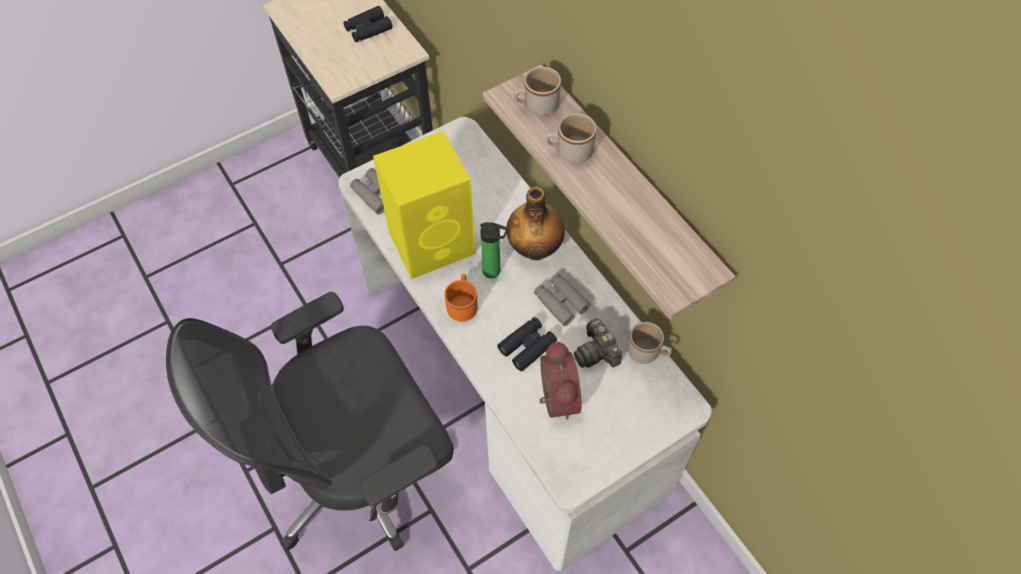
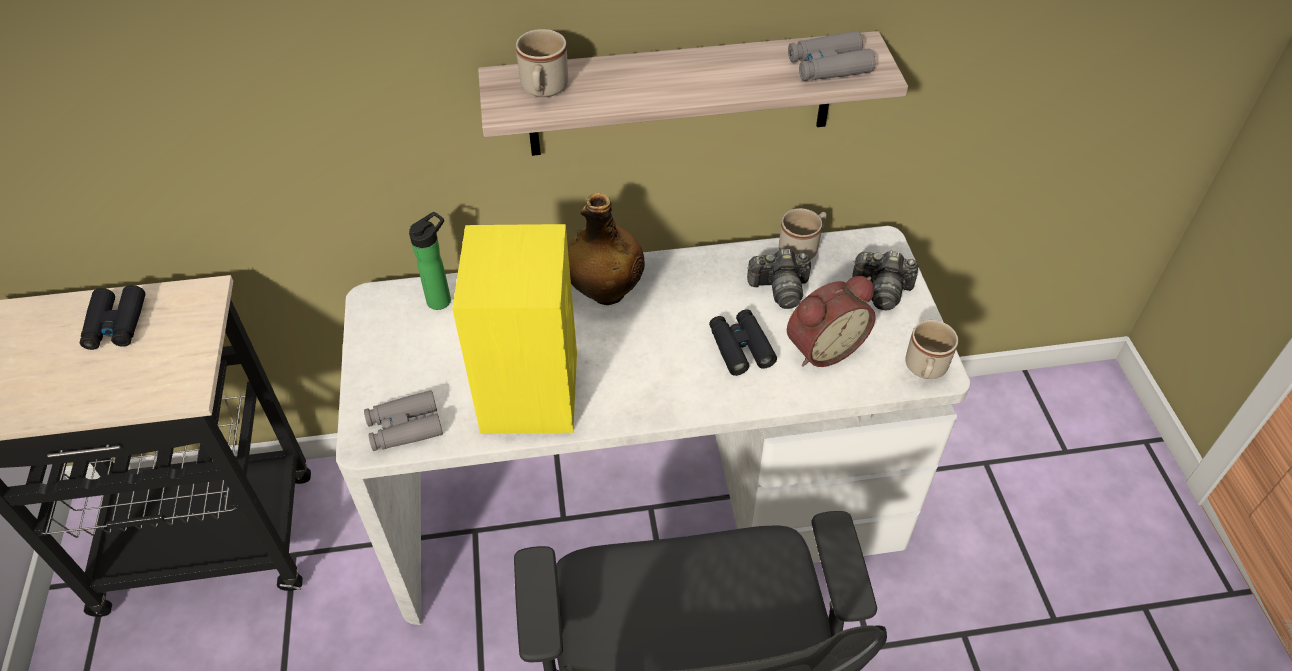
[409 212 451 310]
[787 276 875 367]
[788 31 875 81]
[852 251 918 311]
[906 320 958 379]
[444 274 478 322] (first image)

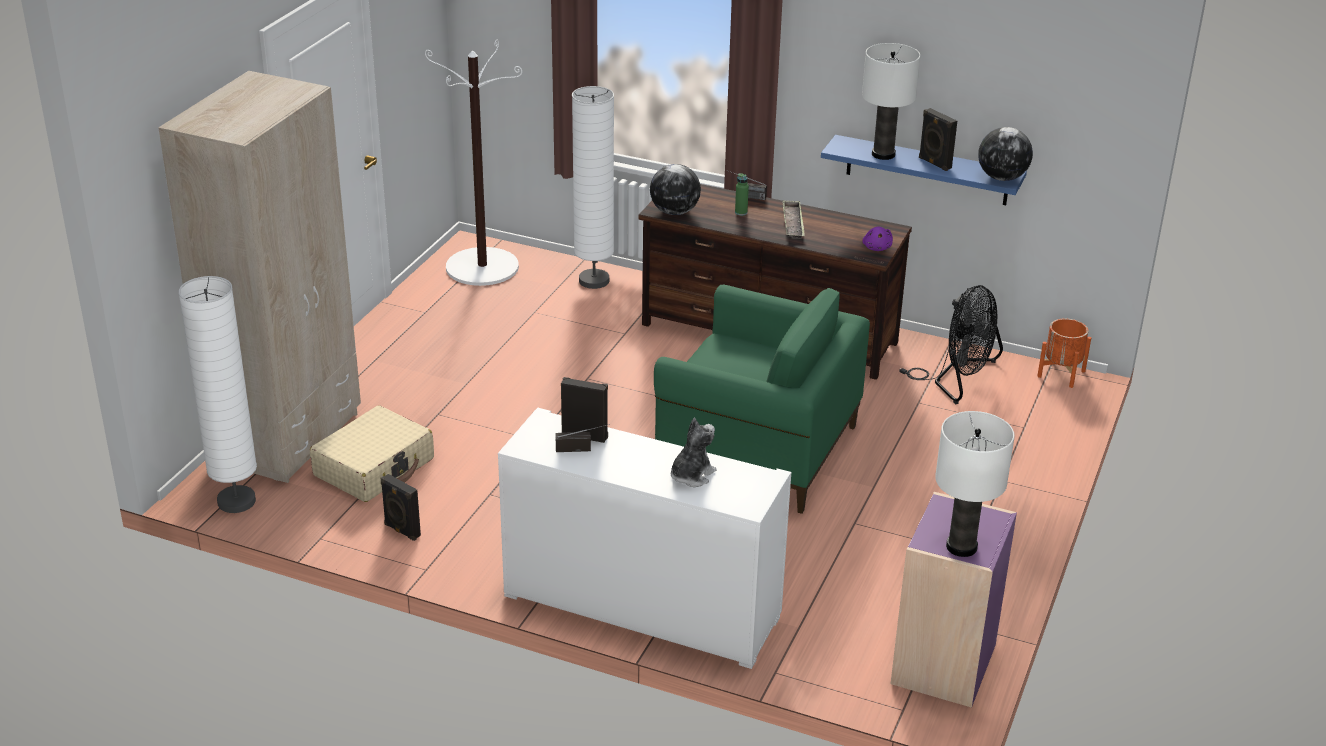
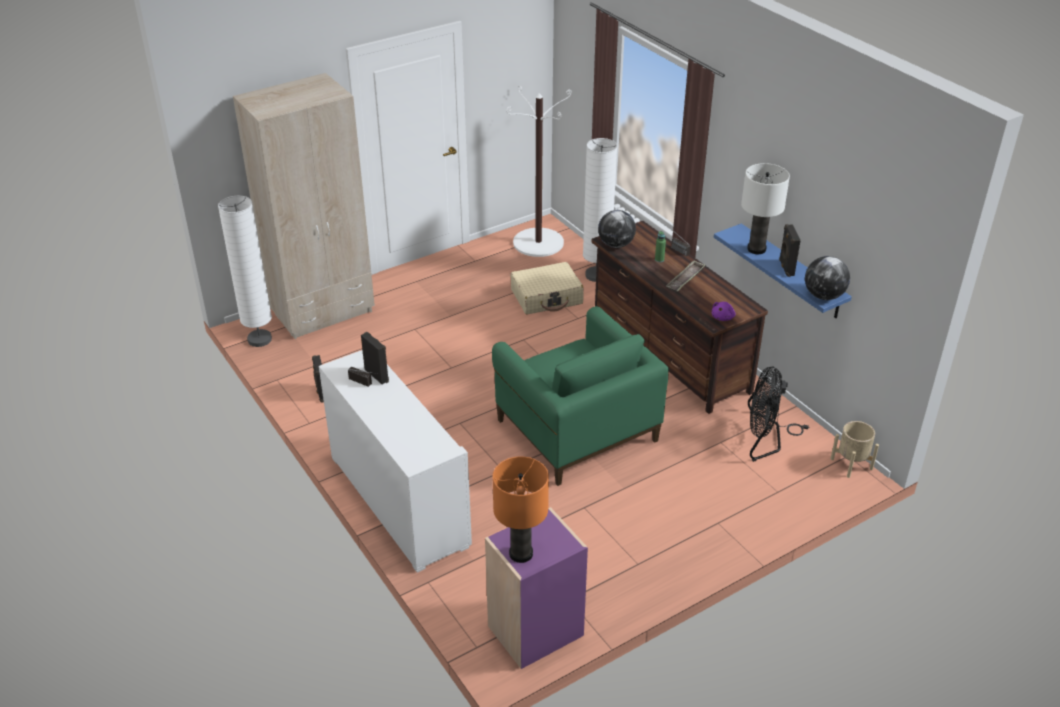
[492 456 549 563]
[510 262 584 314]
[748 366 810 462]
[830 421 879 478]
[671 418 717 487] (first image)

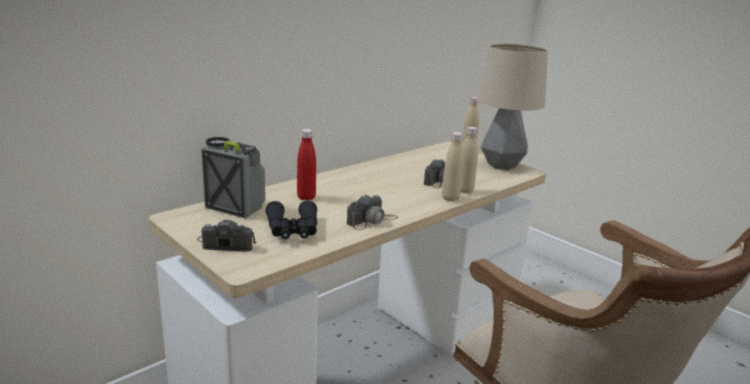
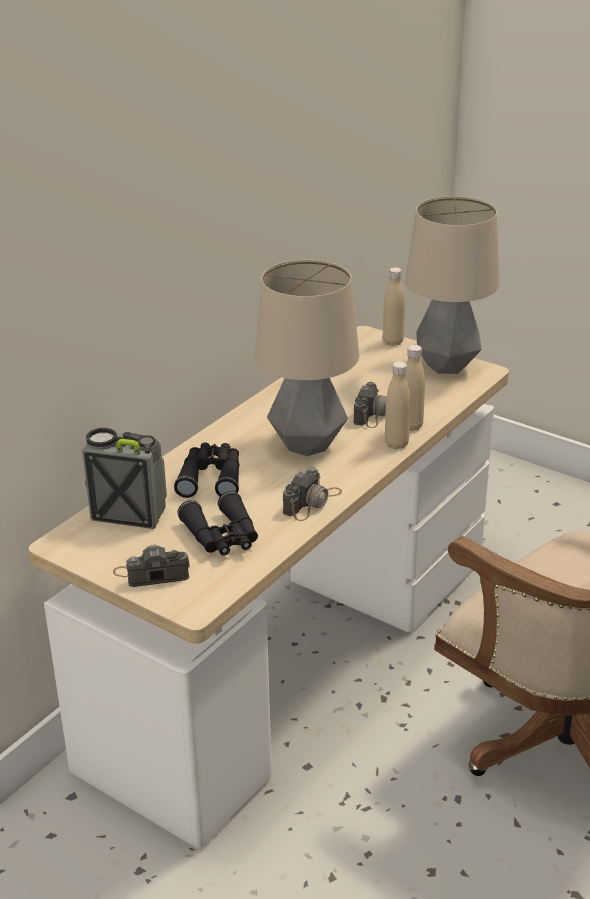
[174 442 239 498]
[255 260 359 456]

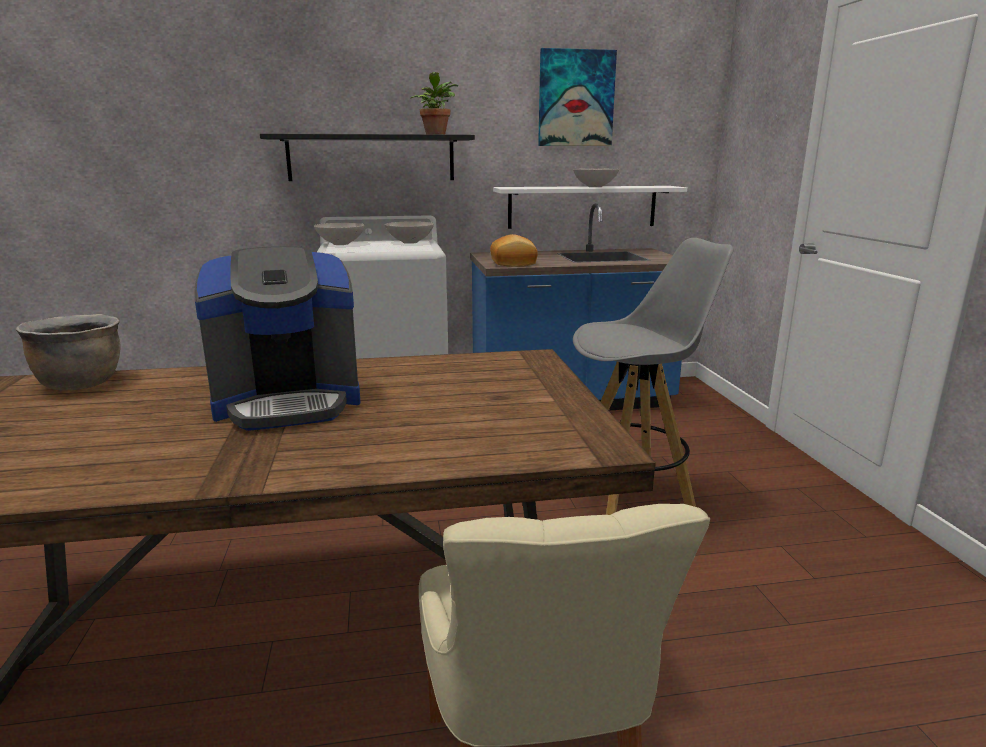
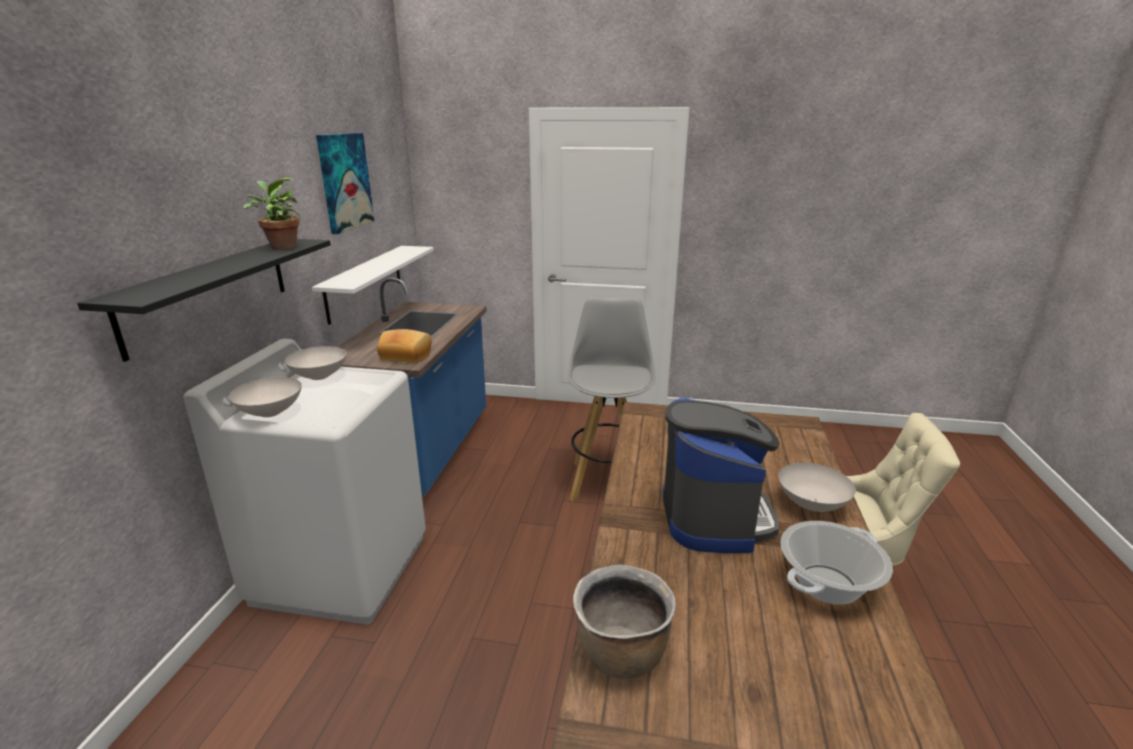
[778 463 856 512]
[780 521 893 605]

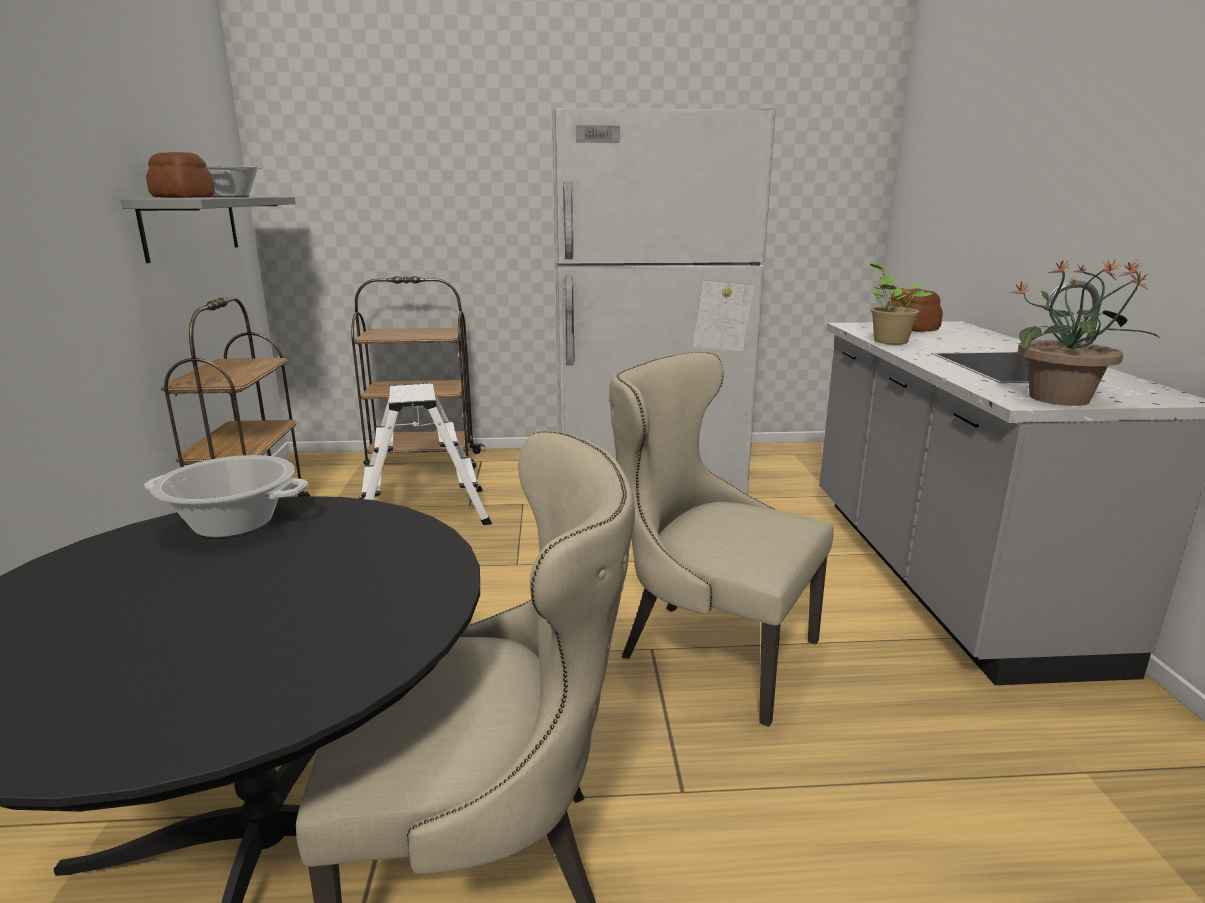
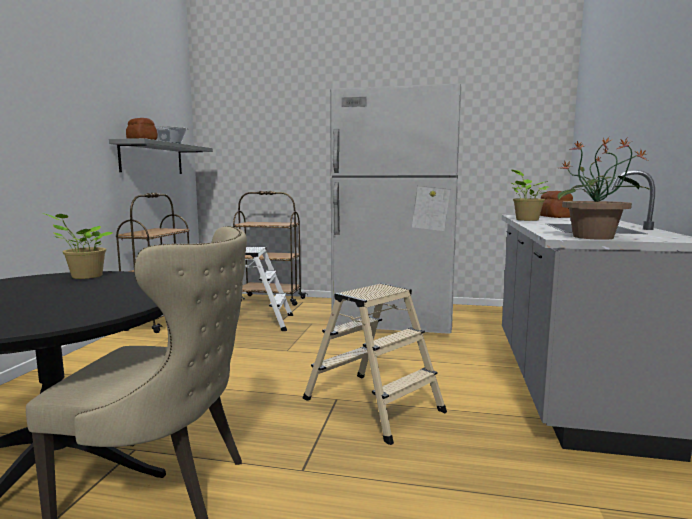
[43 213 113 279]
[303 283 447 445]

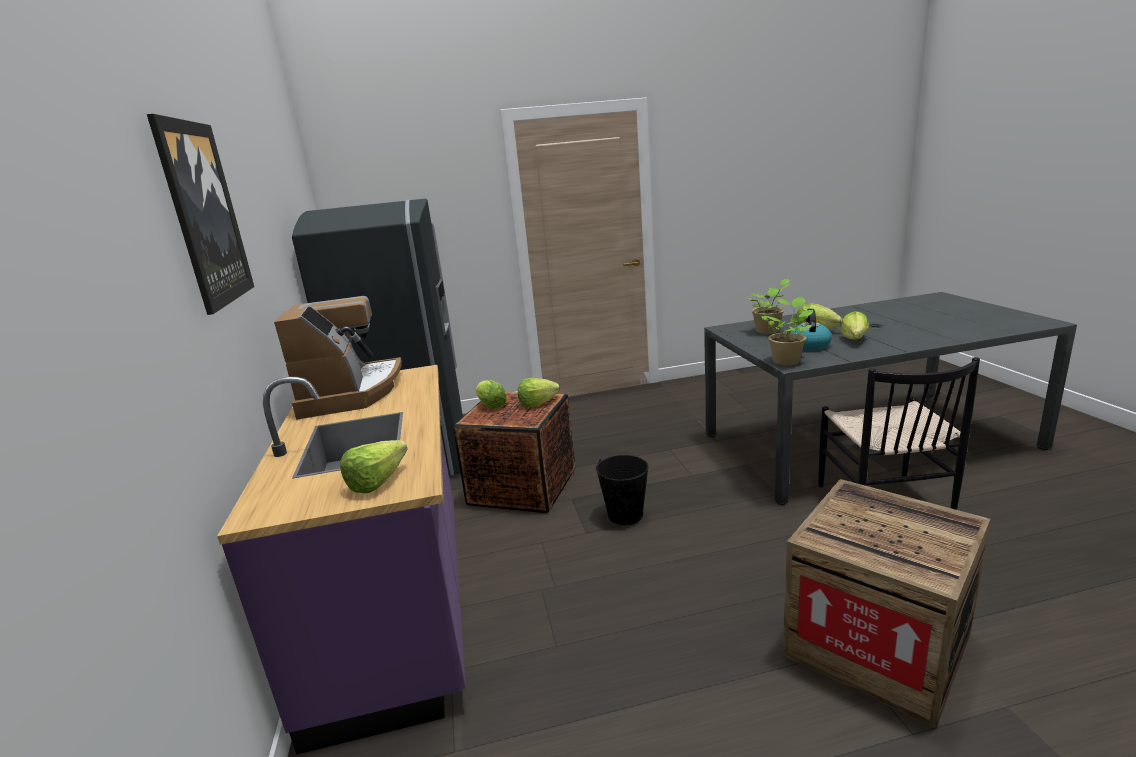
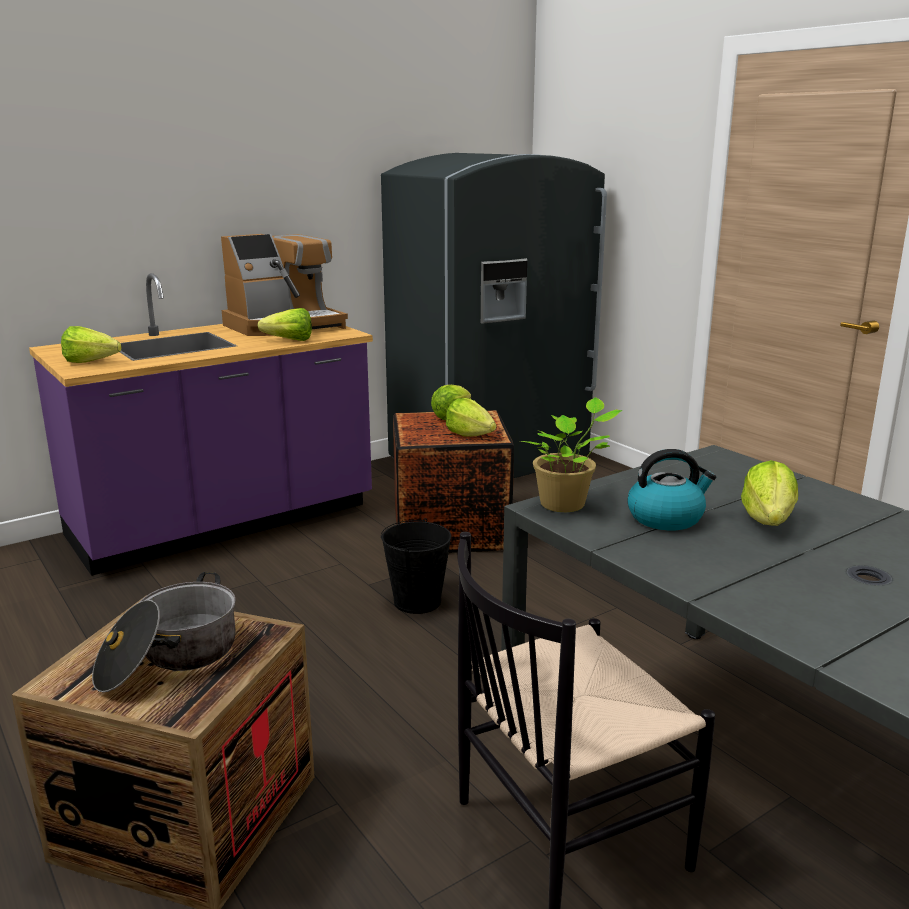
[92 572 236 693]
[258 308 312 341]
[147 114 254 315] (first image)
[748 278 792 334] (first image)

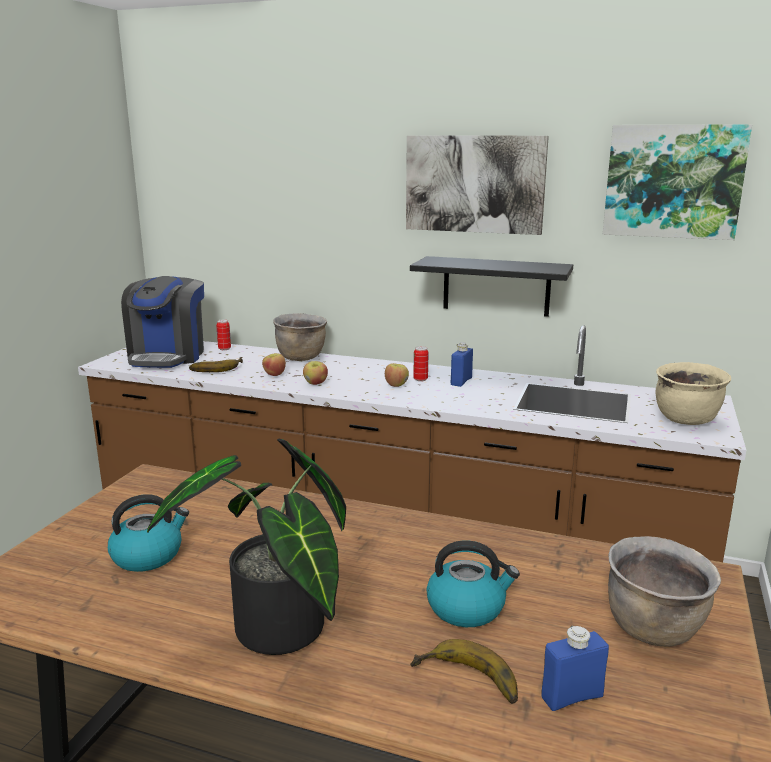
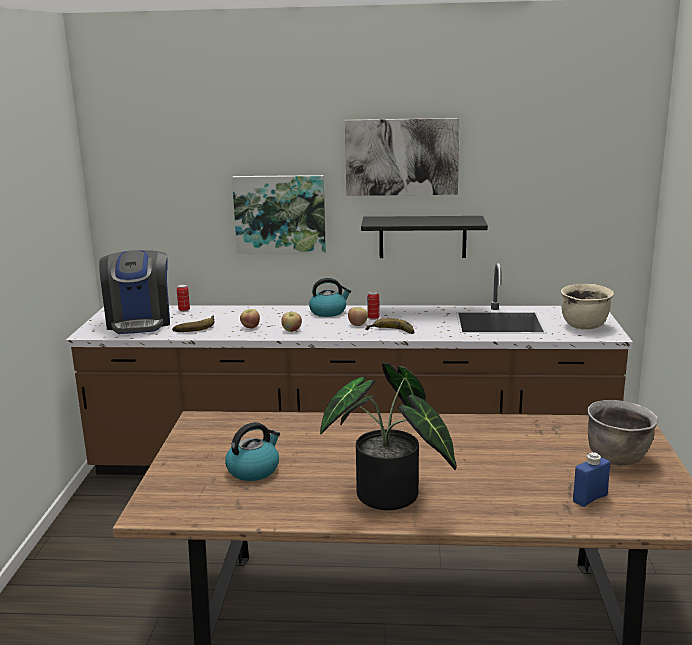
[232 175 326 253]
[309 278 351 317]
[365 318 414 334]
[273 313 327 361] (first image)
[451 342 473 387] (first image)

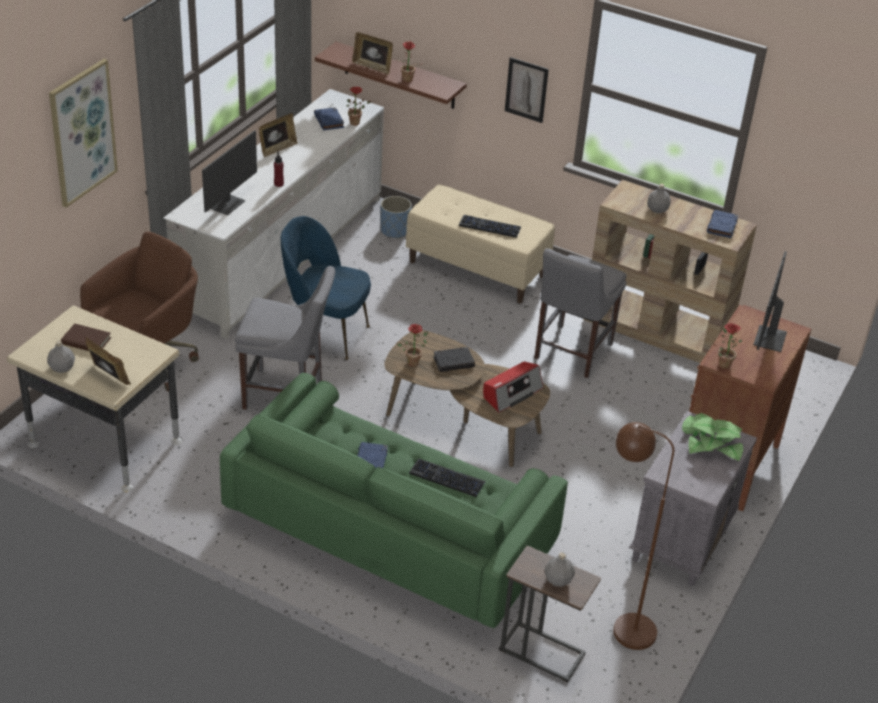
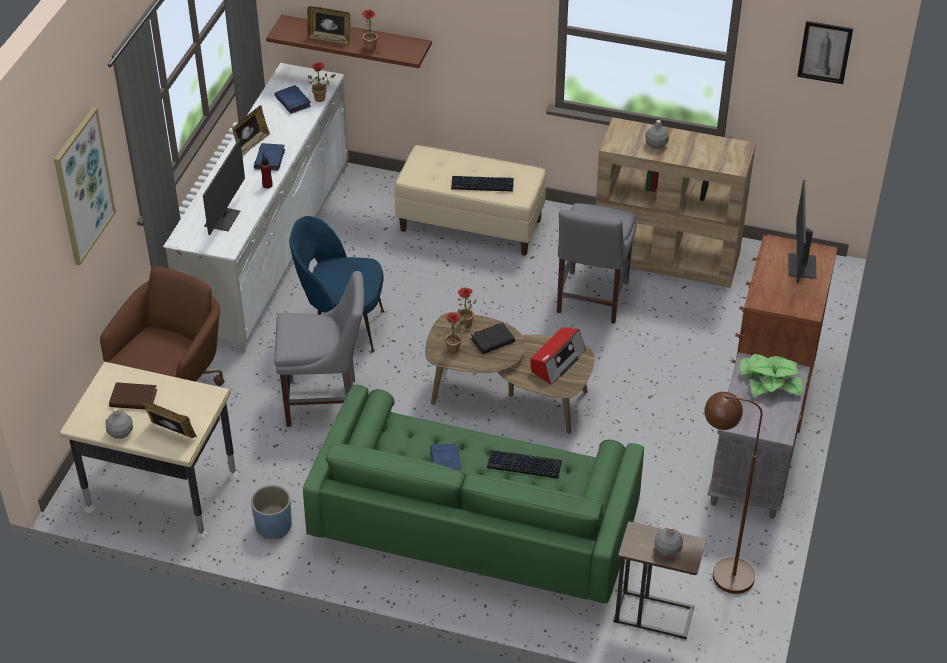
[251 485 292 539]
[254 143 285 171]
[457 287 477 328]
[797 21 853 84]

